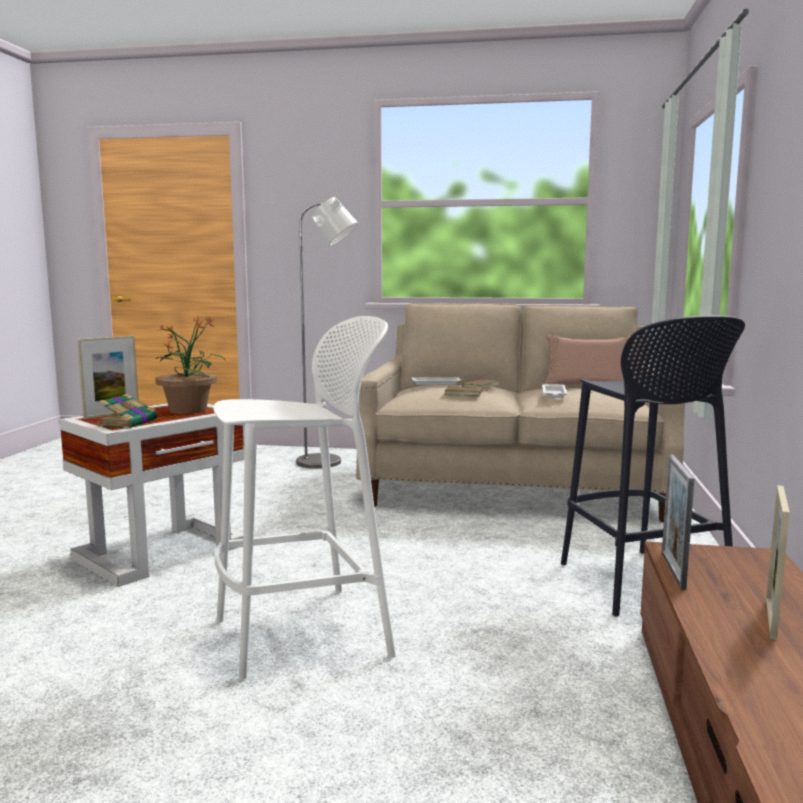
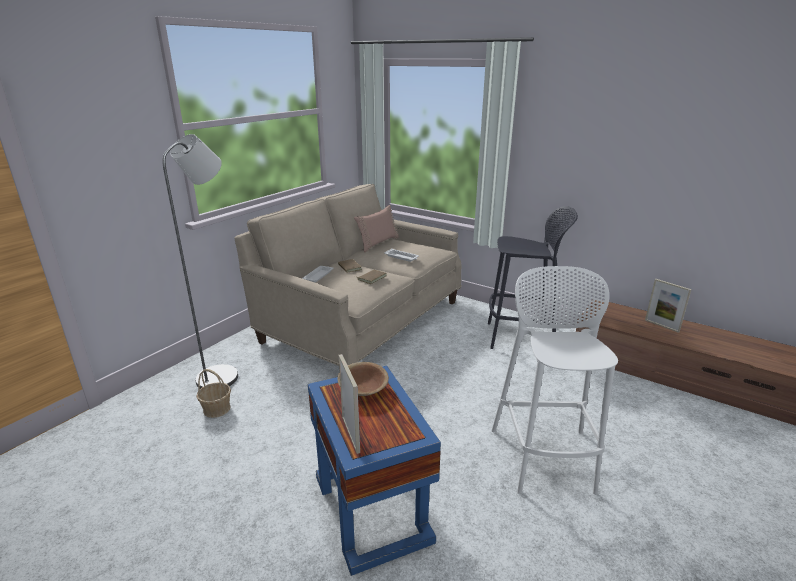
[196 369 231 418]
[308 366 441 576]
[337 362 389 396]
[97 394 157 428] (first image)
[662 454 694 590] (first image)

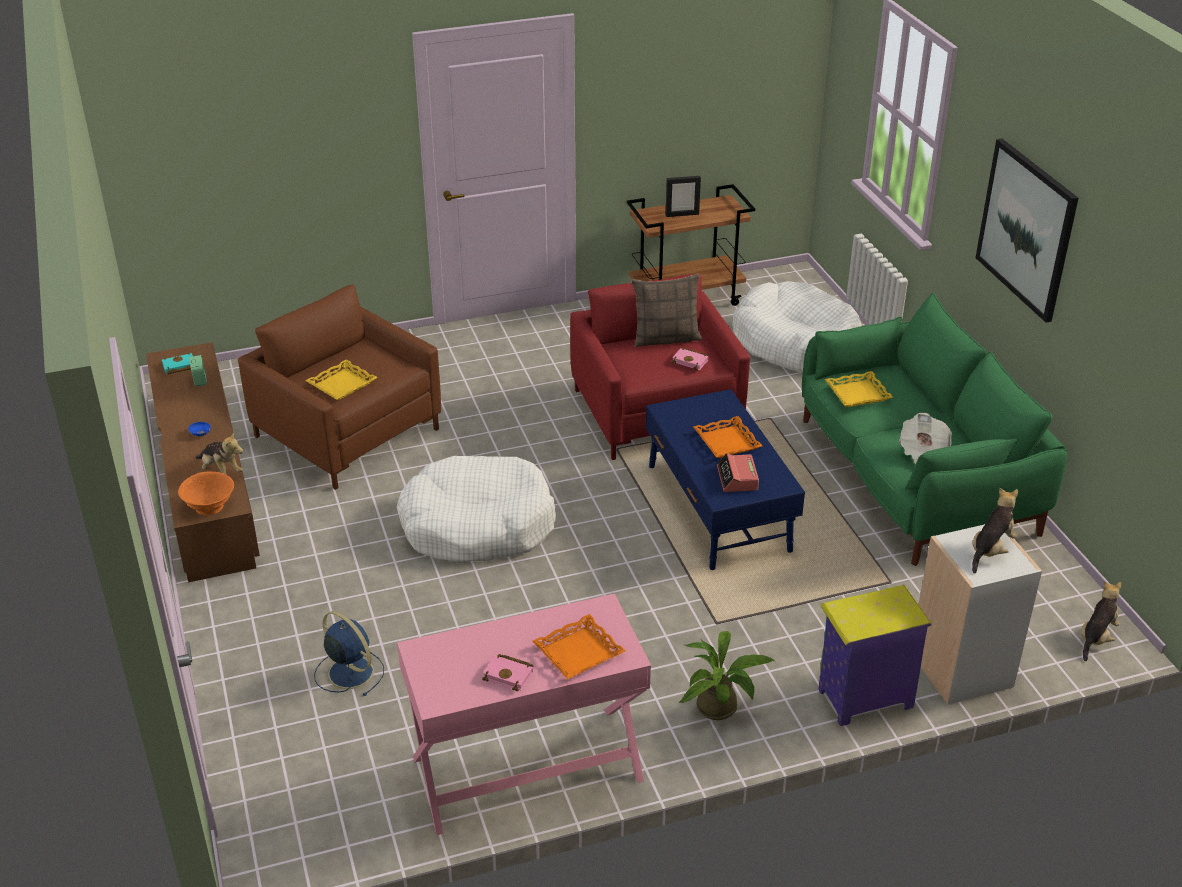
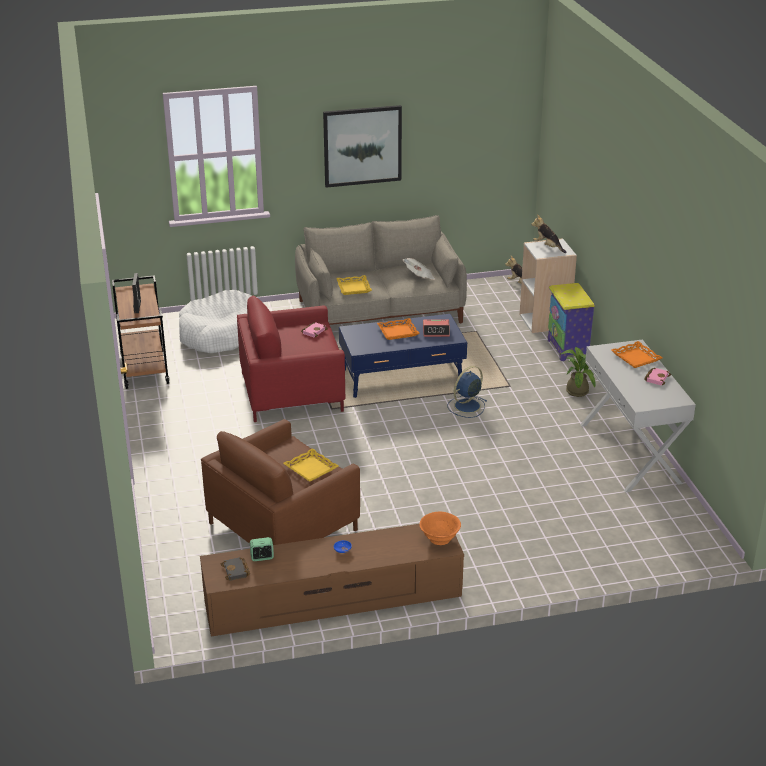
[221 557 250 581]
[295 215 467 325]
[447 366 487 418]
[580 339 696 493]
[195 432 243 475] (first image)
[397 456 556 563] (first image)
[631 273 702 347] (first image)

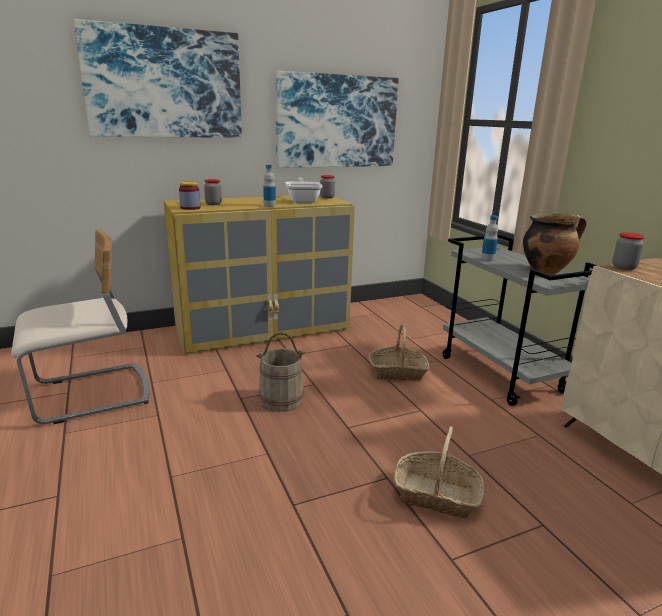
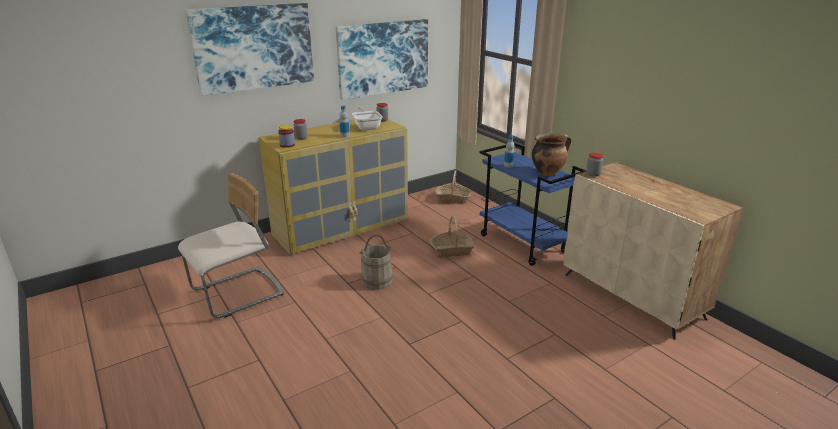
[435 170 471 204]
[479 143 586 266]

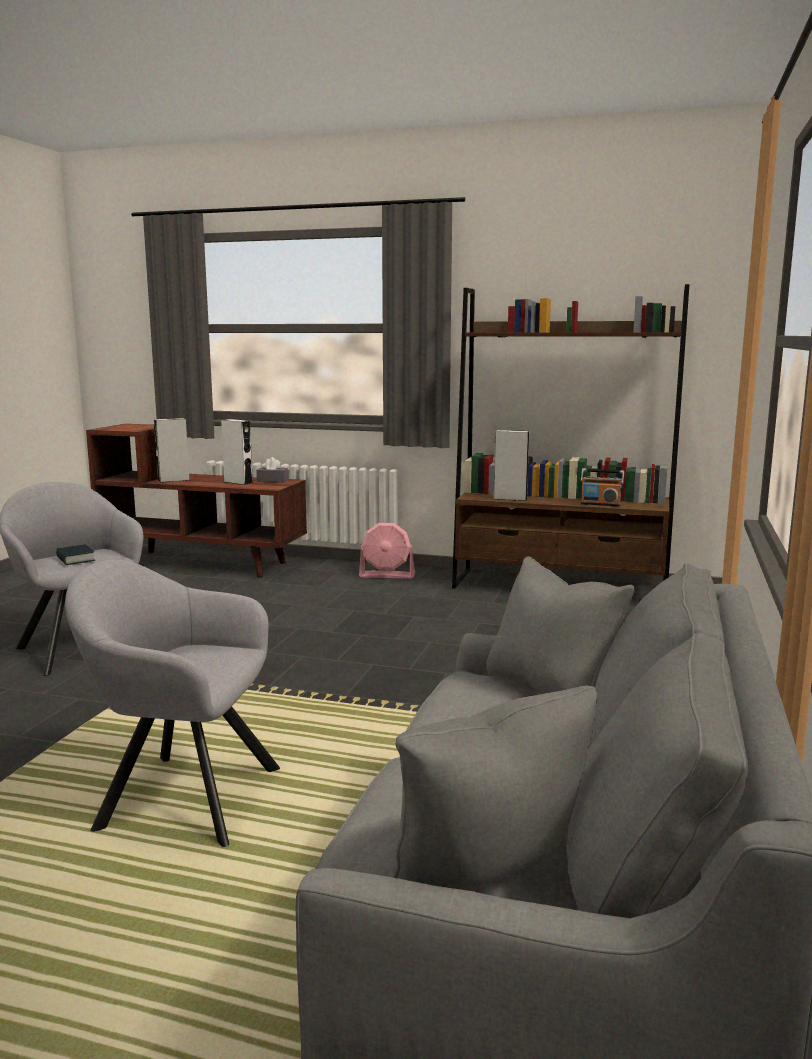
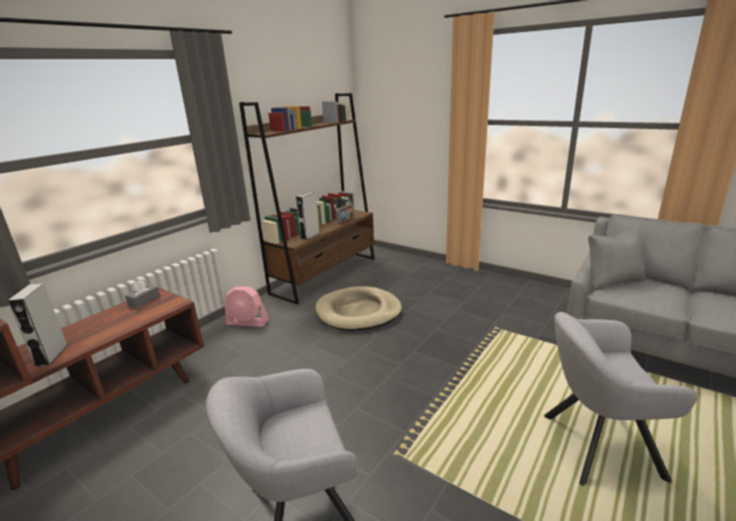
[225 286 269 327]
[315 286 402 331]
[544 312 698 486]
[56 544 95 565] (first image)
[221 419 253 485] (first image)

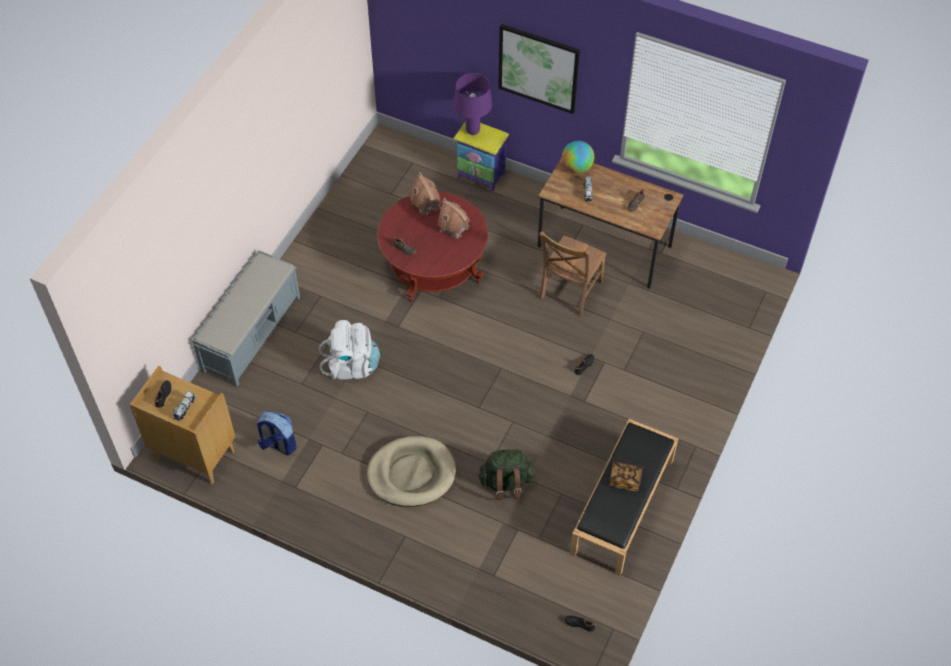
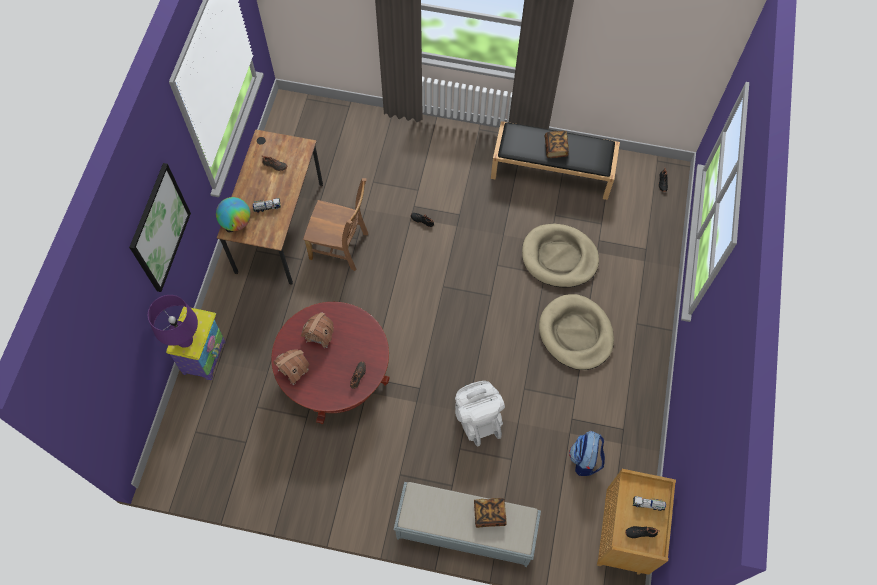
[474 498 507 528]
[522 224 599 287]

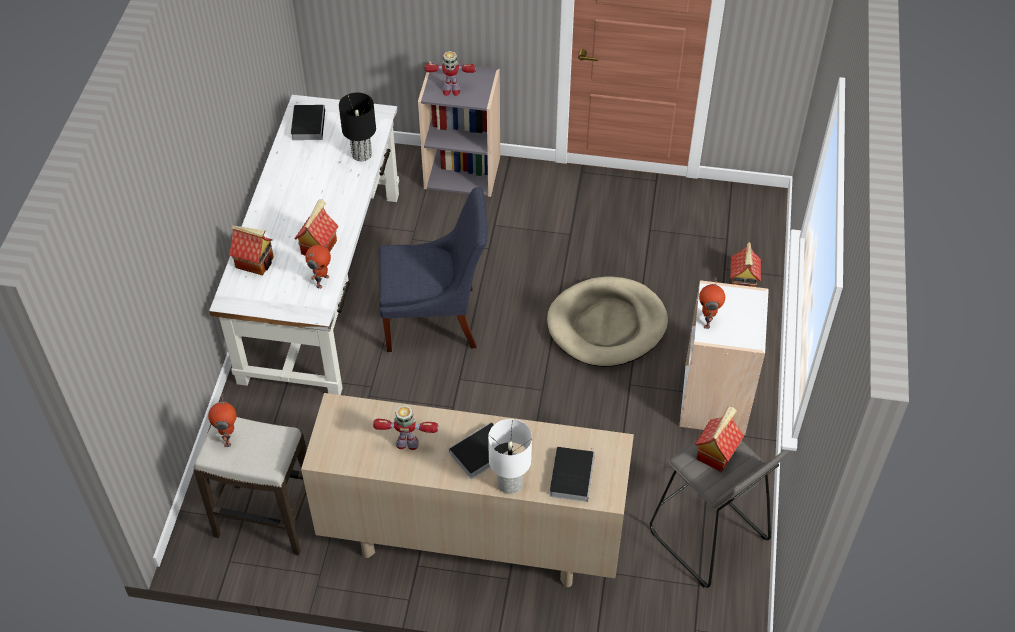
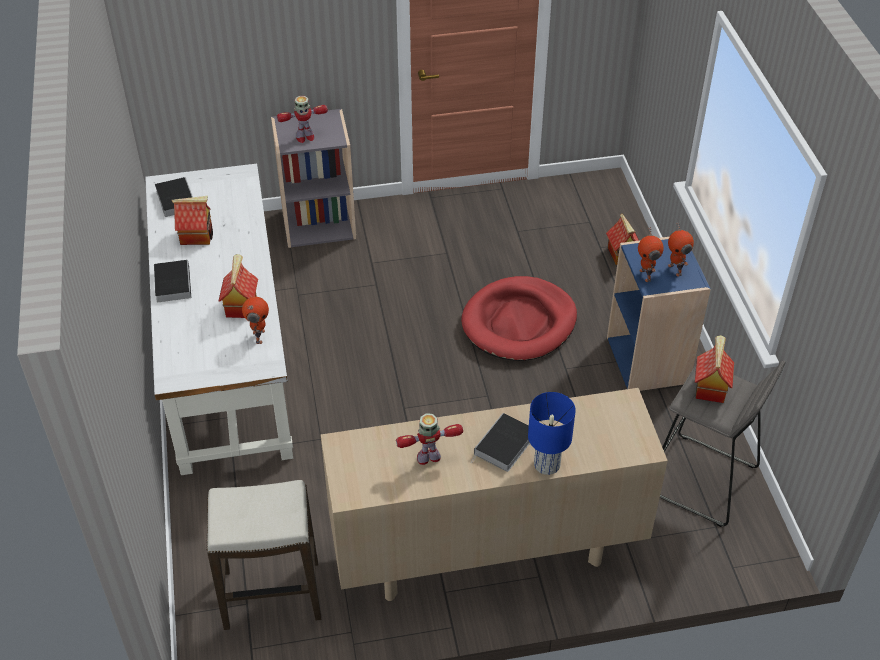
[154 260 191 302]
[172 196 213 245]
[461 276 577 361]
[528 392 576 475]
[607 236 711 391]
[668 222 694 277]
[339 93 376 161] (first image)
[379 187 487 352] (first image)

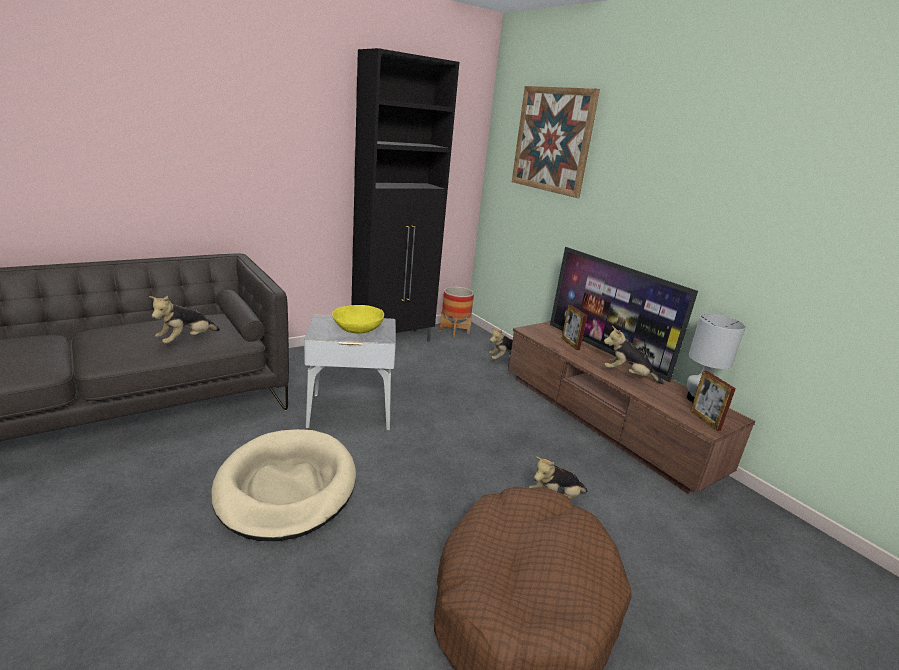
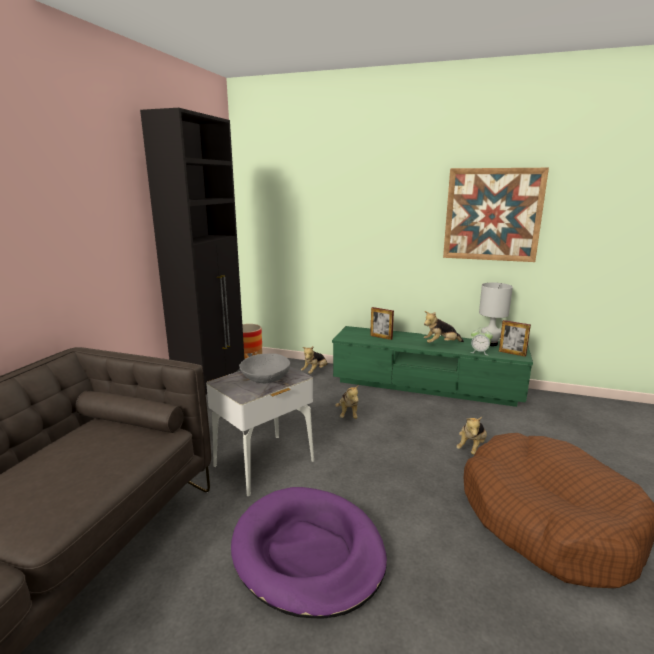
[231 487 387 619]
[239 353 290 383]
[332 326 533 407]
[335 384 359 419]
[443 168 549 262]
[470 328 493 355]
[550 247 698 382] (first image)

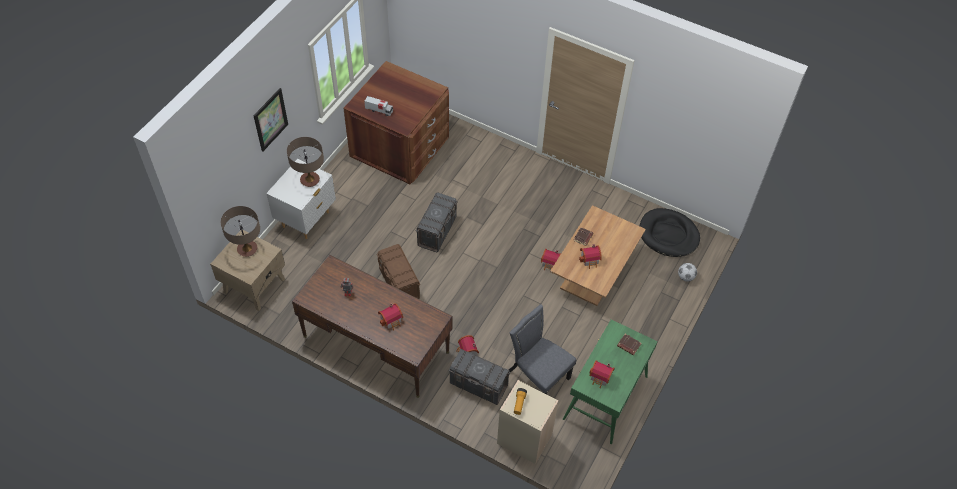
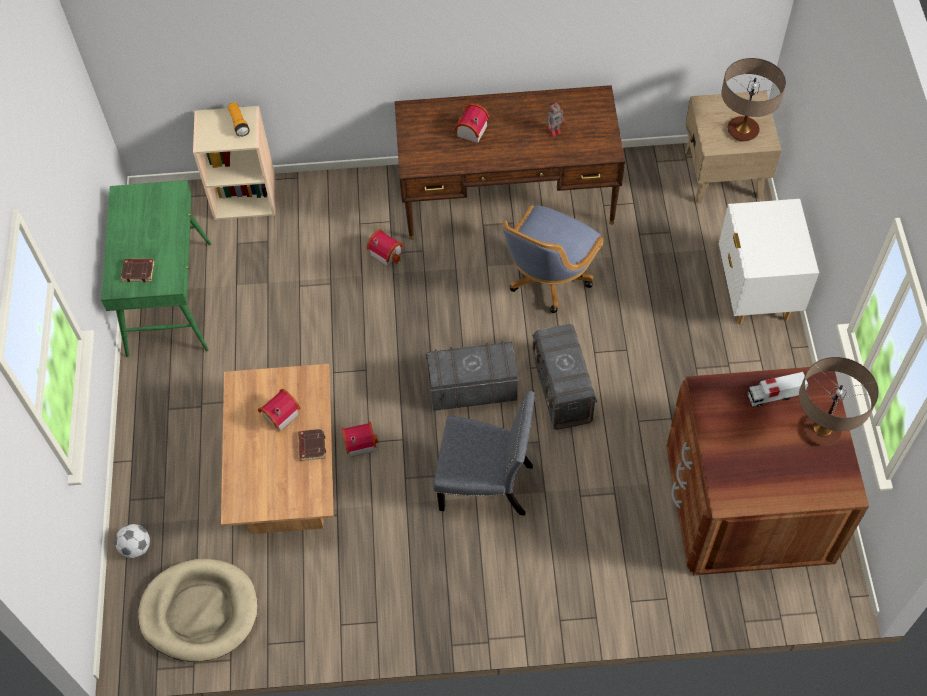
[138 559 258 662]
[425 341 519 411]
[434 391 535 516]
[503 205 603 313]
[799 357 879 446]
[253 88 288 152] (first image)
[589 360 615 388] (first image)

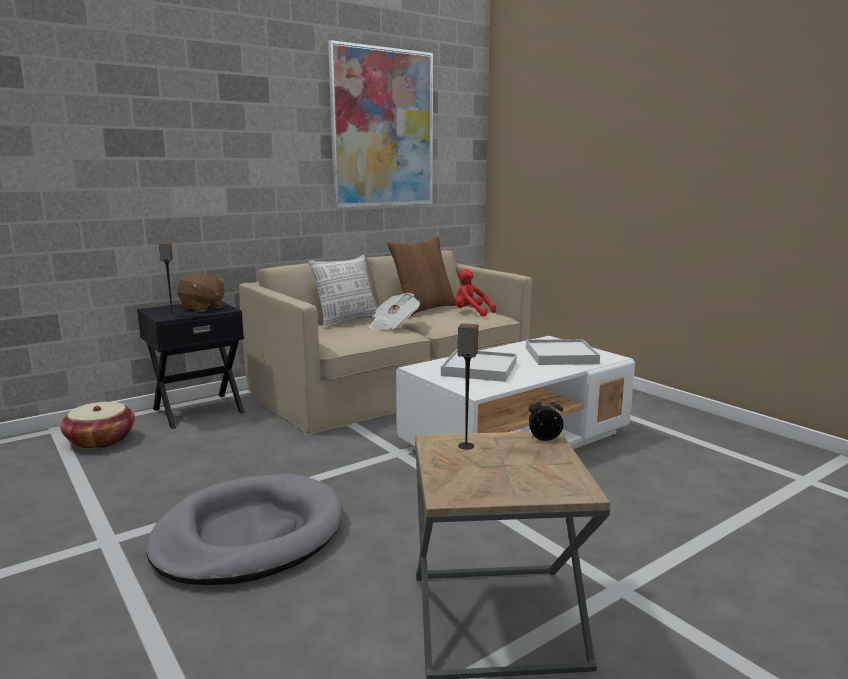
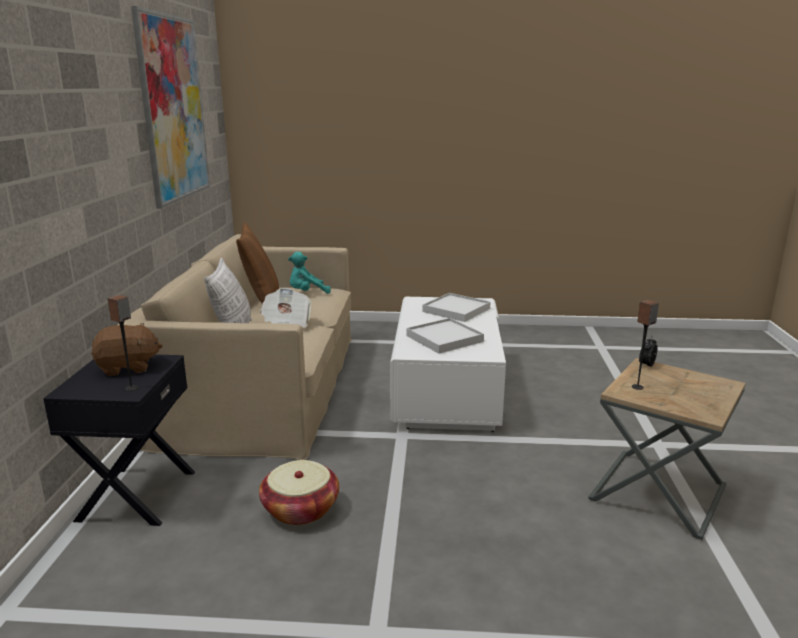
[259 460 339 525]
[288 252 331 294]
[146 474 343 585] (first image)

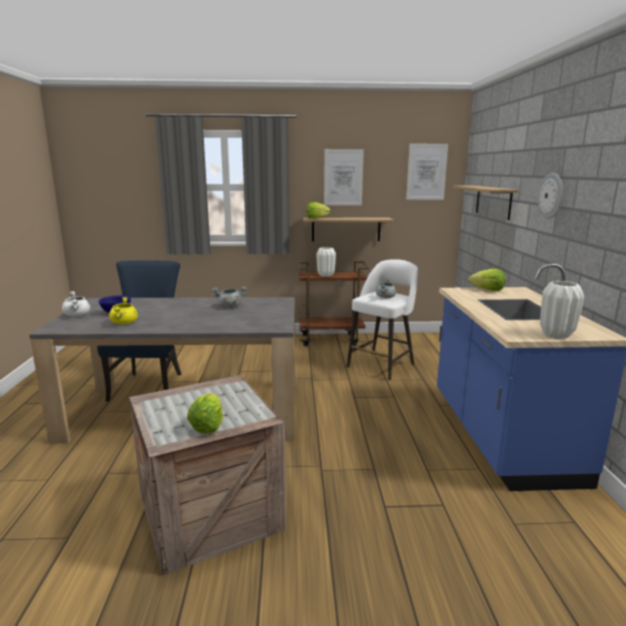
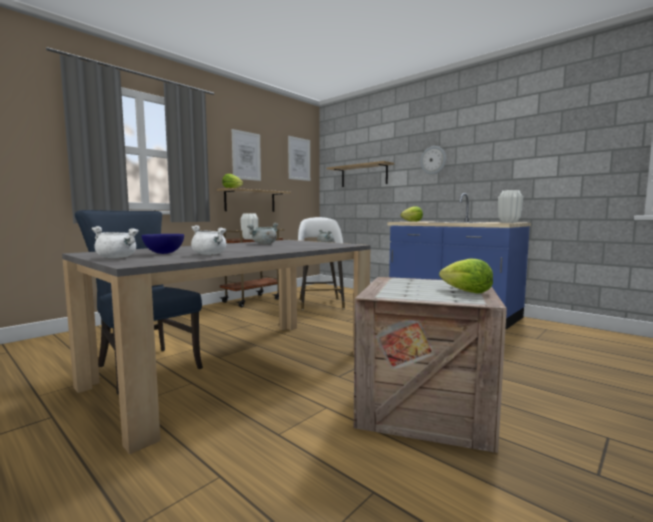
[191 225 226 255]

